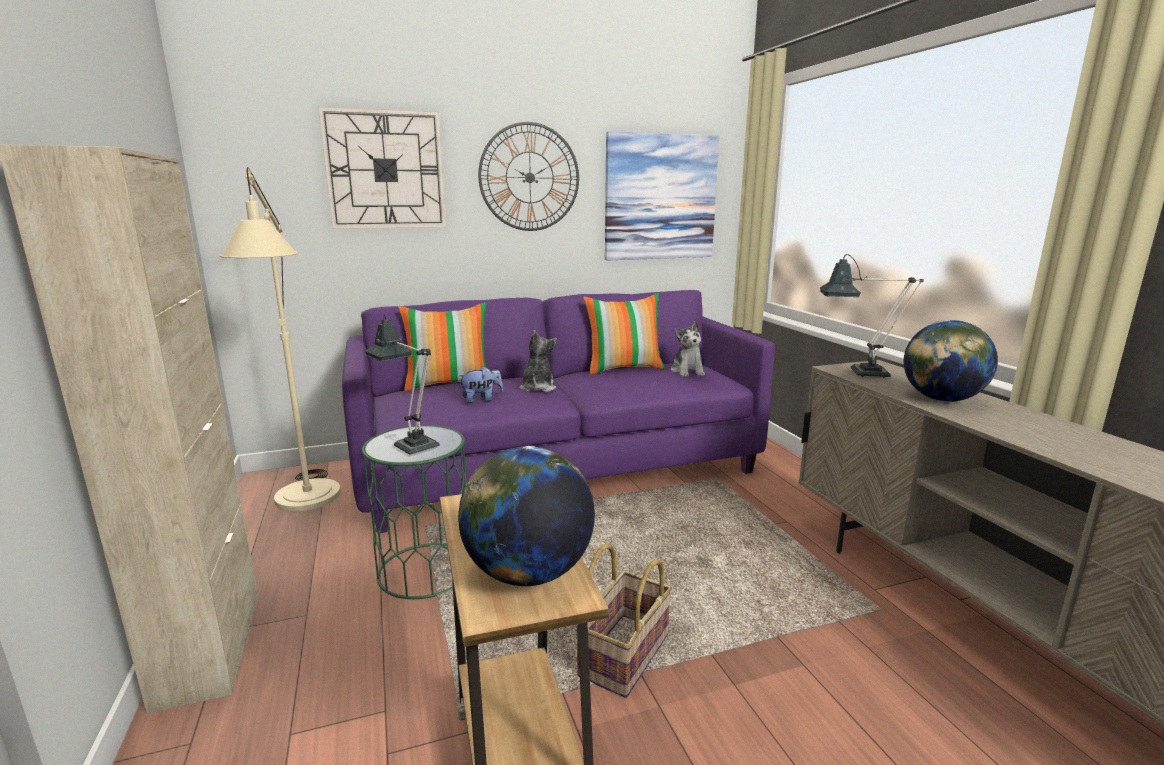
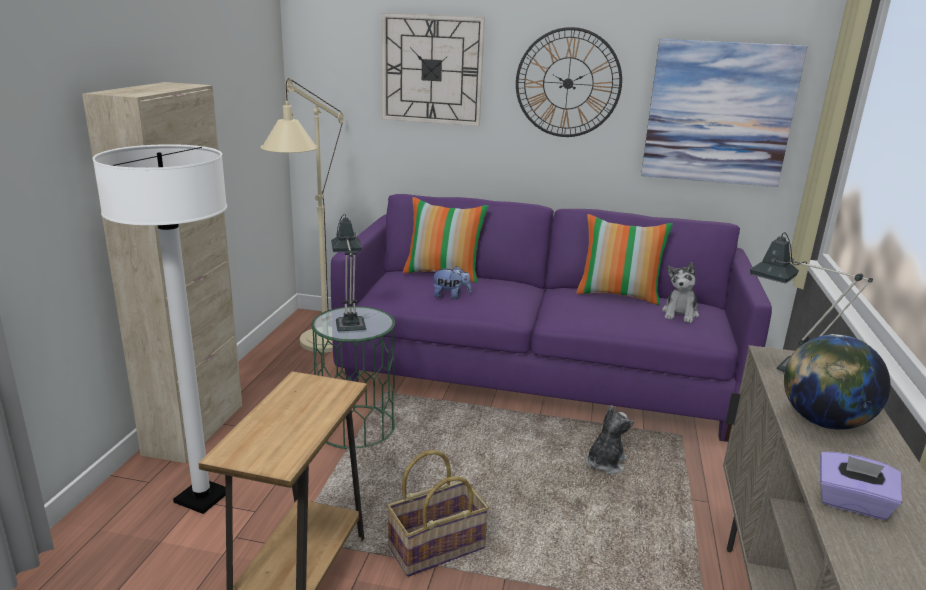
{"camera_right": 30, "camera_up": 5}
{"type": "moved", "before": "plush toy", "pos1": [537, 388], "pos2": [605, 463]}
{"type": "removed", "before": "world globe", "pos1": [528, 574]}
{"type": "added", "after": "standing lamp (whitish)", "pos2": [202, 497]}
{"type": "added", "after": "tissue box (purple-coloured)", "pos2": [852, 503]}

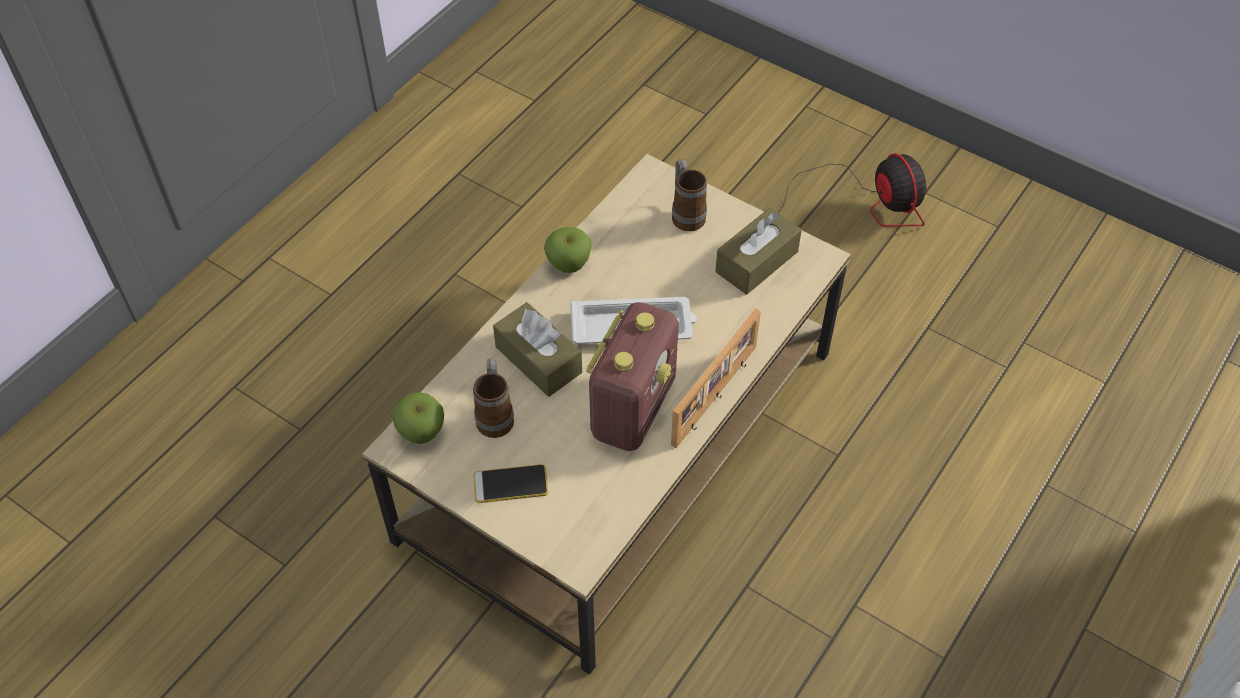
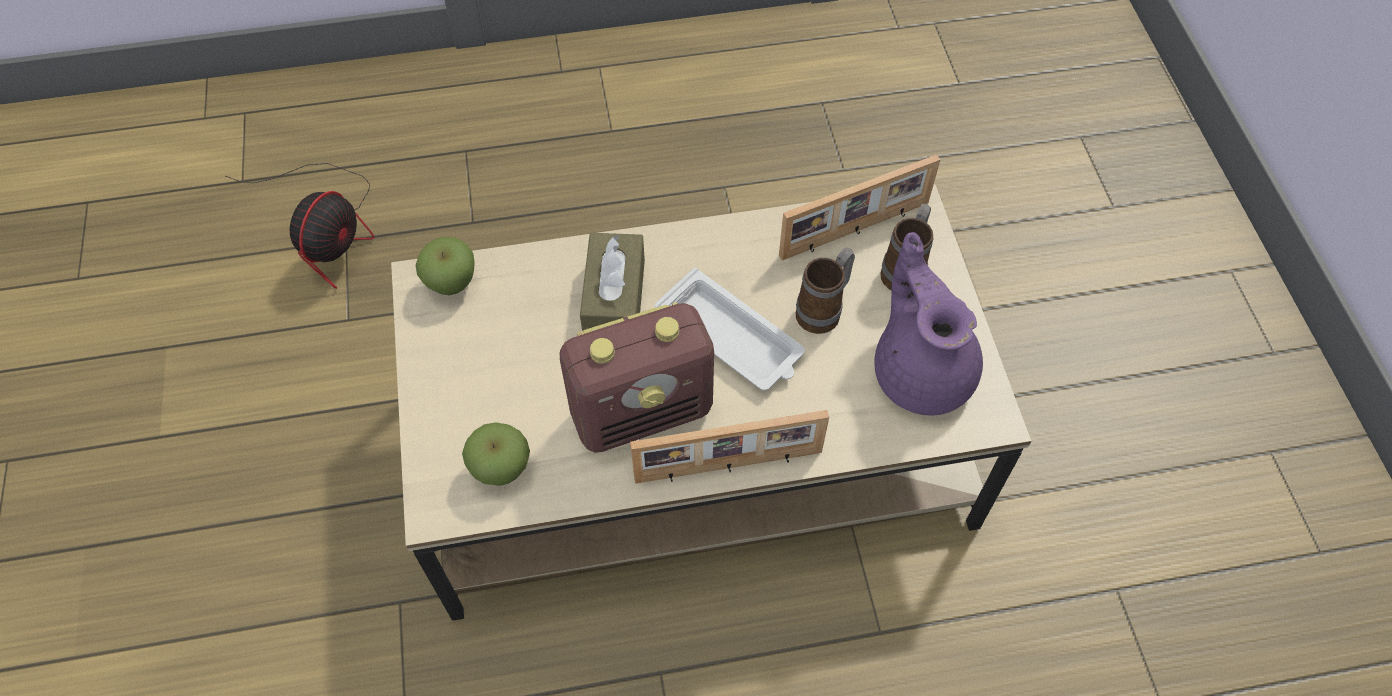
{"camera_right": 45, "camera_up": 5}
{"type": "moved", "before": "fan", "pos1": [863, 204], "pos2": [328, 230]}
{"type": "replaced", "before": "tissue box (brown)", "after": "teapot (purple-coloured)", "pos1": [756, 262], "pos2": [921, 370]}
{"type": "moved", "before": "whole apple", "pos1": [568, 265], "pos2": [501, 469]}
{"type": "moved", "before": "tea mug", "pos1": [495, 415], "pos2": [824, 310]}
{"type": "removed", "before": "phone", "pos1": [510, 484]}
{"type": "added", "after": "picture frame", "pos2": [856, 231]}

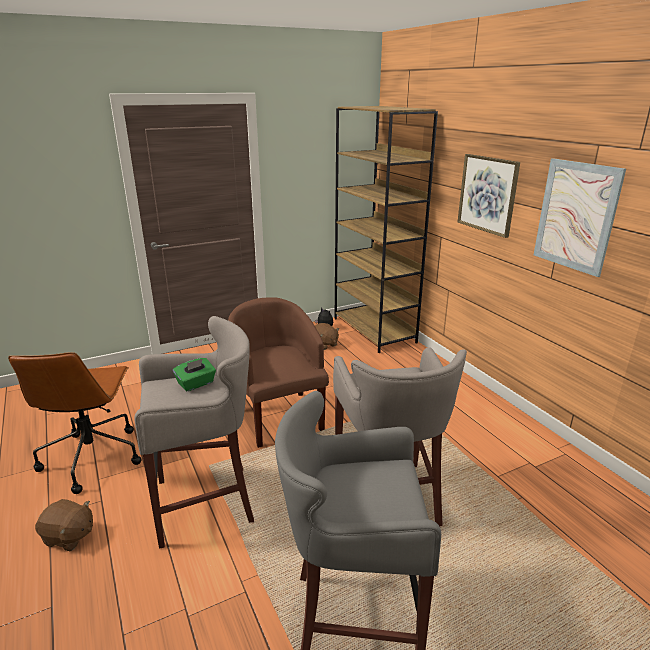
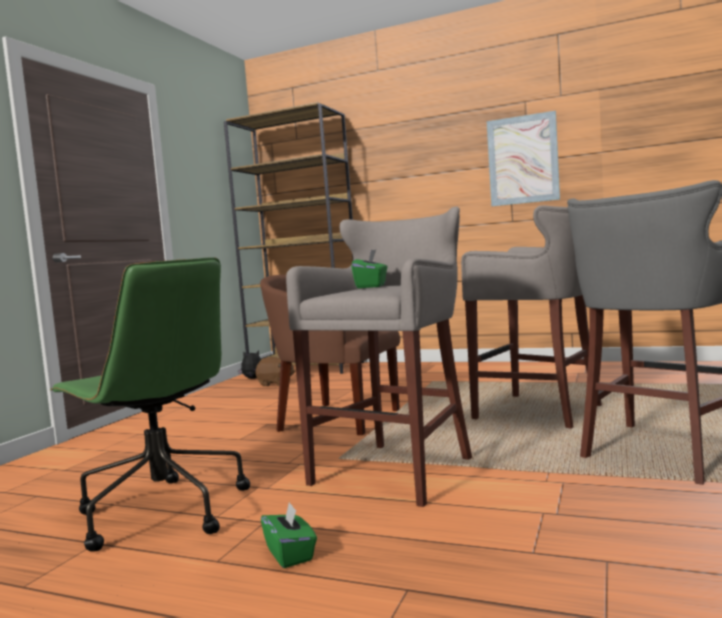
{"camera_right": -40, "camera_up": -20}
{"type": "removed", "before": "wall picture", "pos1": [487, 194]}
{"type": "recoloured", "before": "computer chair (brown)", "after": "computer chair (green-coloured)", "pos1": [92, 456], "pos2": [161, 511]}
{"type": "replaced", "before": "plush toy (brown)", "after": "tissue box (green-coloured)", "pos1": [69, 536], "pos2": [290, 554]}

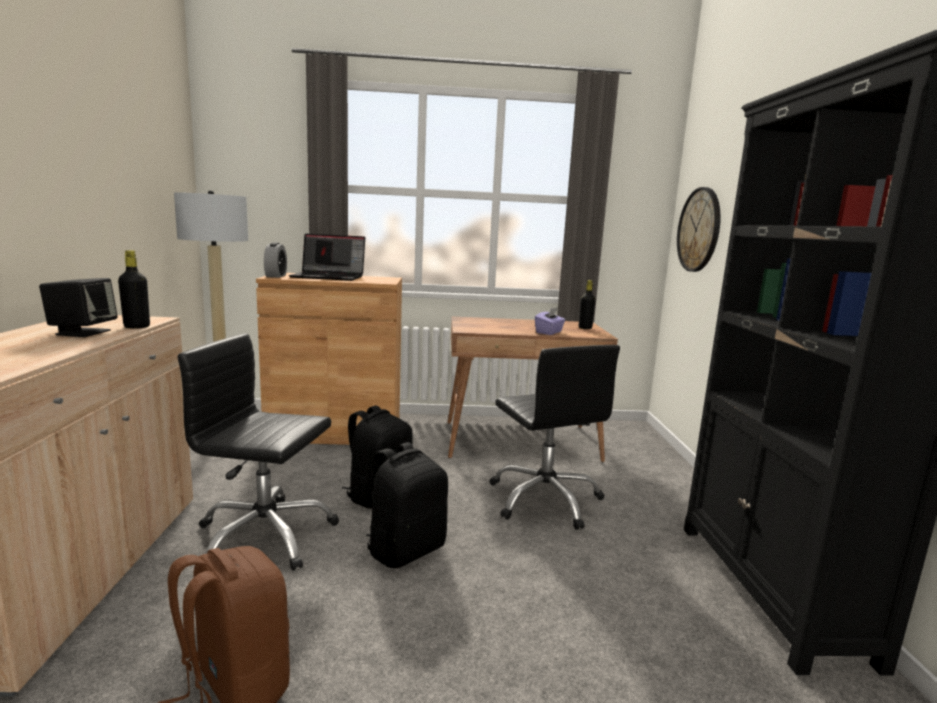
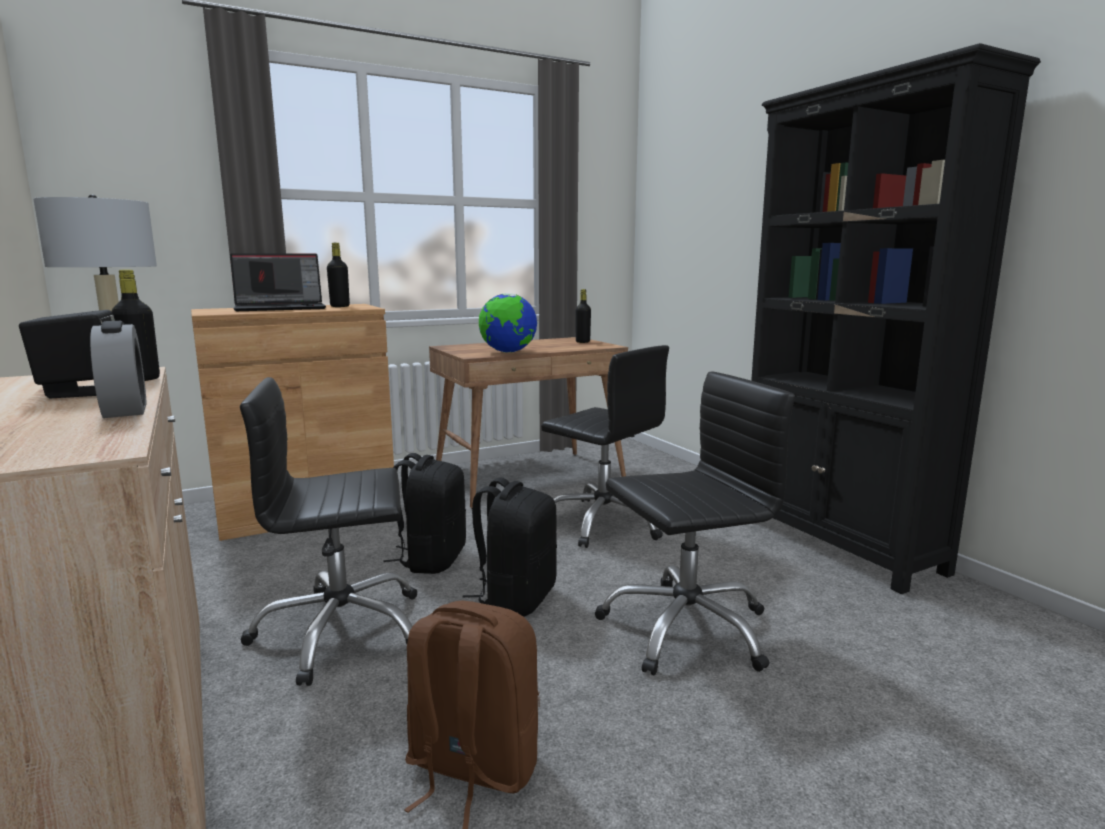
{"camera_right": -25, "camera_up": 0}
{"type": "removed", "before": "clock on the wall", "pos1": [699, 230]}
{"type": "moved", "before": "table clock", "pos1": [276, 276], "pos2": [125, 410]}
{"type": "removed", "before": "tissue box (purple-coloured)", "pos1": [549, 332]}
{"type": "added", "after": "drink bottle (black-coloured)", "pos2": [340, 306]}
{"type": "added", "after": "world globe", "pos2": [508, 352]}
{"type": "added", "after": "computer chair (black-coloured)", "pos2": [685, 628]}

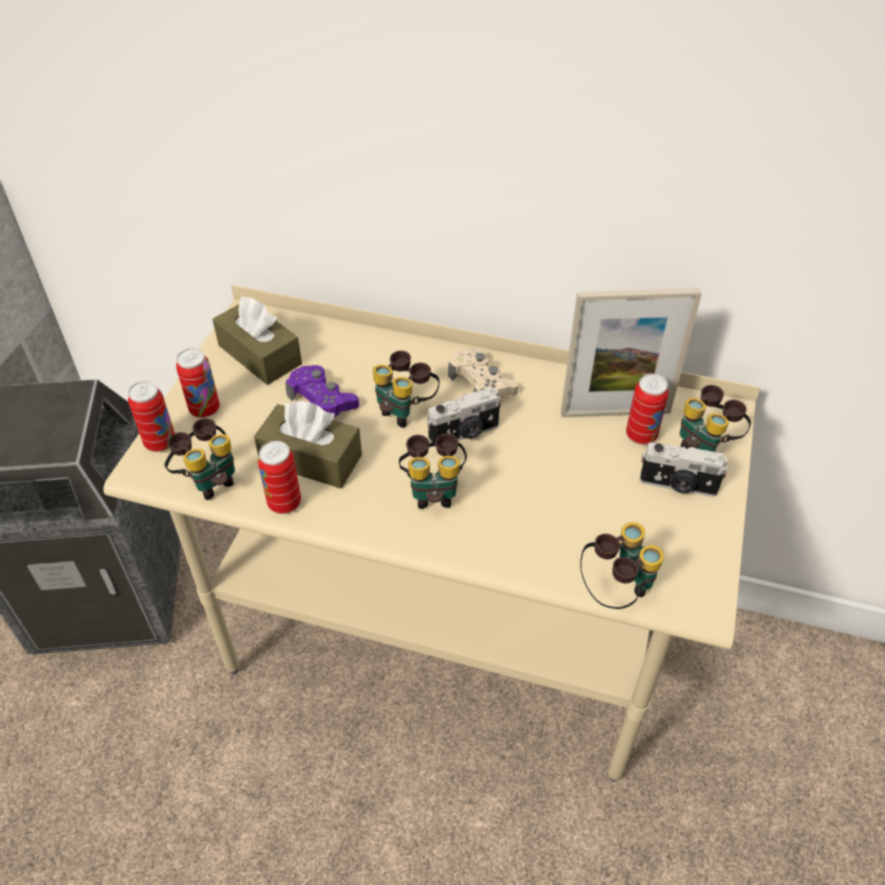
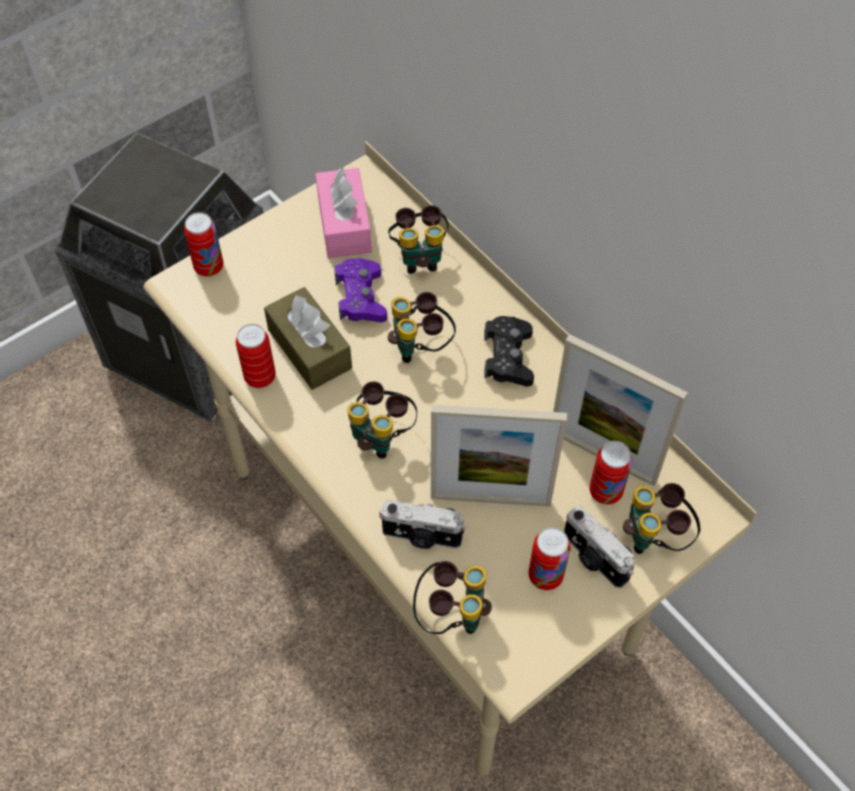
{"camera_right": 35, "camera_up": 10}
{"type": "recoloured", "before": "tissue box (brown)", "after": "tissue box (pinkish)", "pos1": [260, 355], "pos2": [344, 224]}
{"type": "moved", "before": "sealed can", "pos1": [205, 409], "pos2": [545, 576]}
{"type": "recoloured", "before": "game controller (sand-coloured)", "after": "game controller (black-coloured)", "pos1": [481, 383], "pos2": [508, 357]}
{"type": "moved", "before": "still camera", "pos1": [465, 434], "pos2": [422, 537]}
{"type": "moved", "before": "field glasses", "pos1": [209, 480], "pos2": [419, 257]}
{"type": "added", "after": "picture frame", "pos2": [490, 499]}

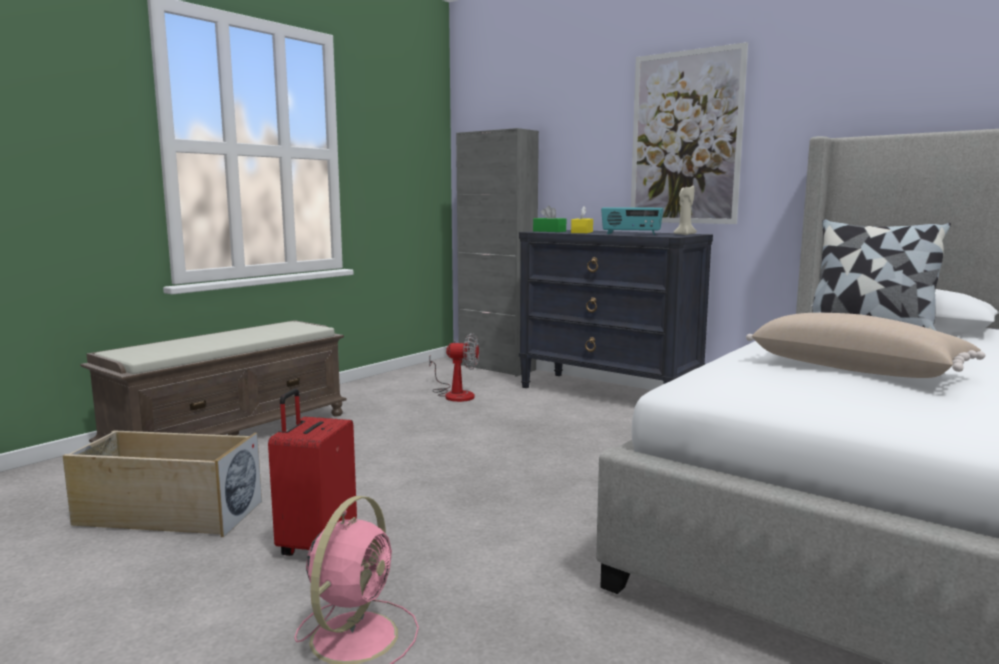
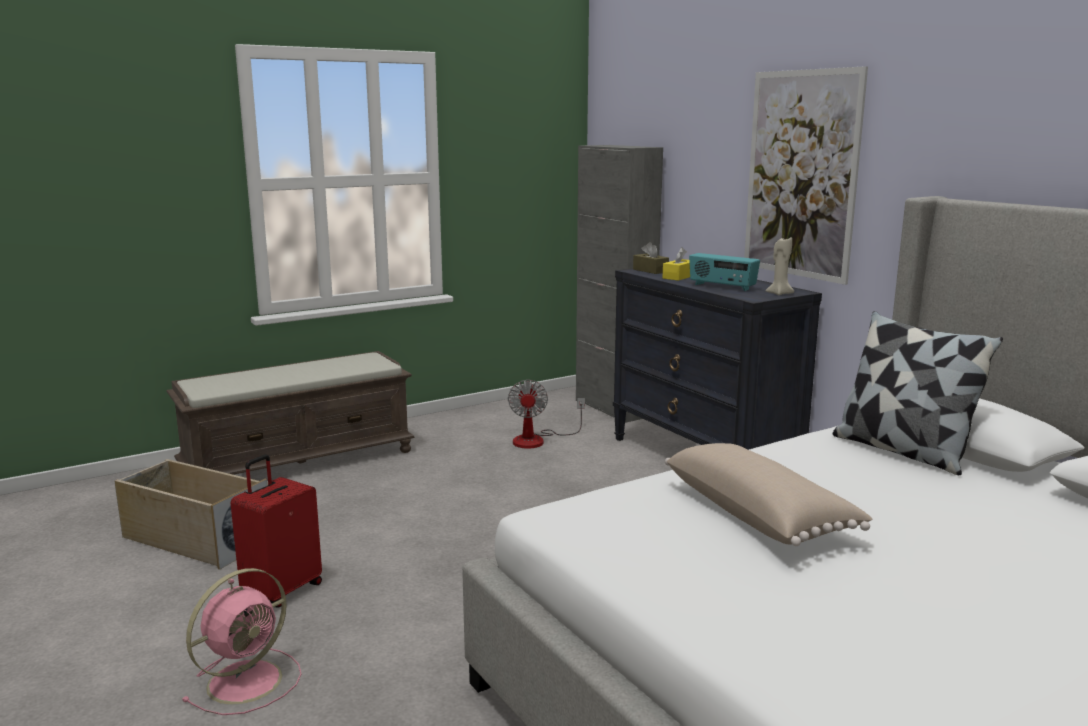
{"camera_right": 20, "camera_up": 5}
{"type": "recoloured", "before": "tissue box (green-coloured)", "after": "tissue box (brown)", "pos1": [549, 231], "pos2": [650, 270]}
{"type": "turned", "before": "fan", "pos1": [455, 394], "pos2": [537, 440], "turn": 60}

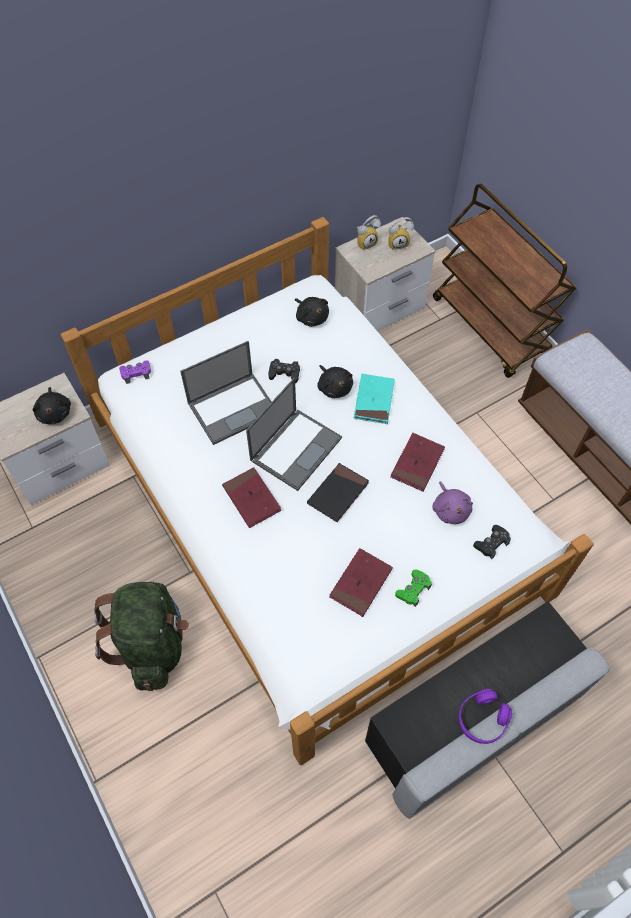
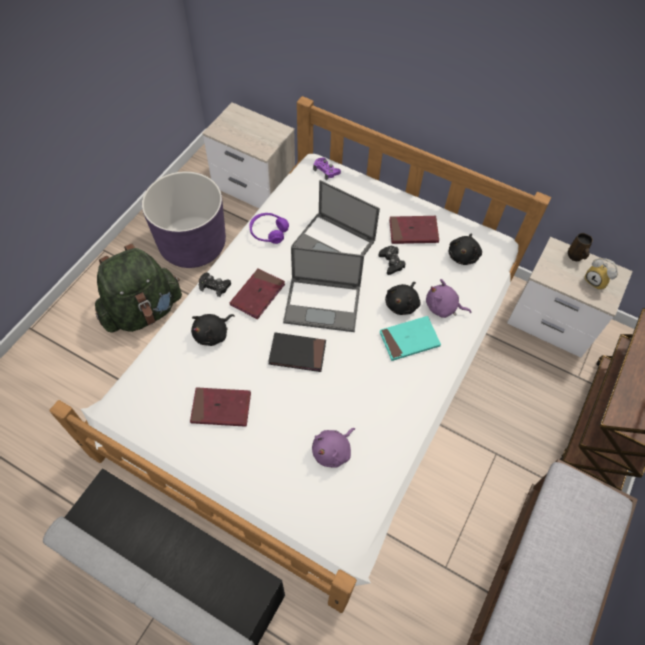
{"camera_right": 60, "camera_up": 0}
{"type": "replaced", "before": "table clock", "after": "tea mug (brown)", "pos1": [366, 242], "pos2": [575, 256]}
{"type": "moved", "before": "plush toy (black-coloured)", "pos1": [55, 412], "pos2": [213, 334]}
{"type": "moved", "before": "volume (red)", "pos1": [417, 463], "pos2": [413, 231]}
{"type": "moved", "before": "game controller (black-coloured)", "pos1": [491, 543], "pos2": [214, 286]}
{"type": "removed", "before": "game controller (green-coloured)", "pos1": [413, 589]}
{"type": "moved", "before": "pair of headphones (purple-coloured)", "pos1": [482, 719], "pos2": [268, 232]}
{"type": "added", "after": "flower pot (purple-coloured)", "pos2": [193, 245]}
{"type": "added", "after": "plush toy (purple-coloured)", "pos2": [443, 307]}

